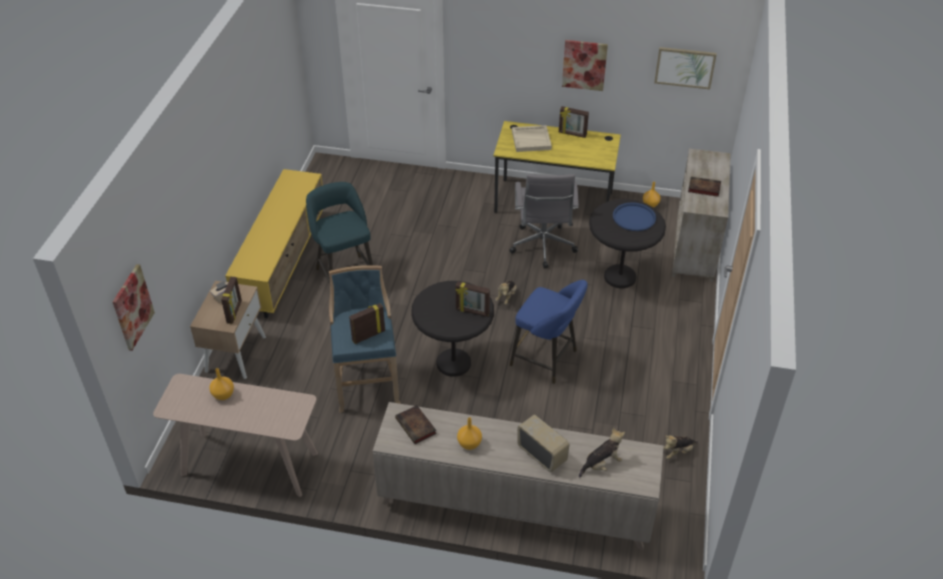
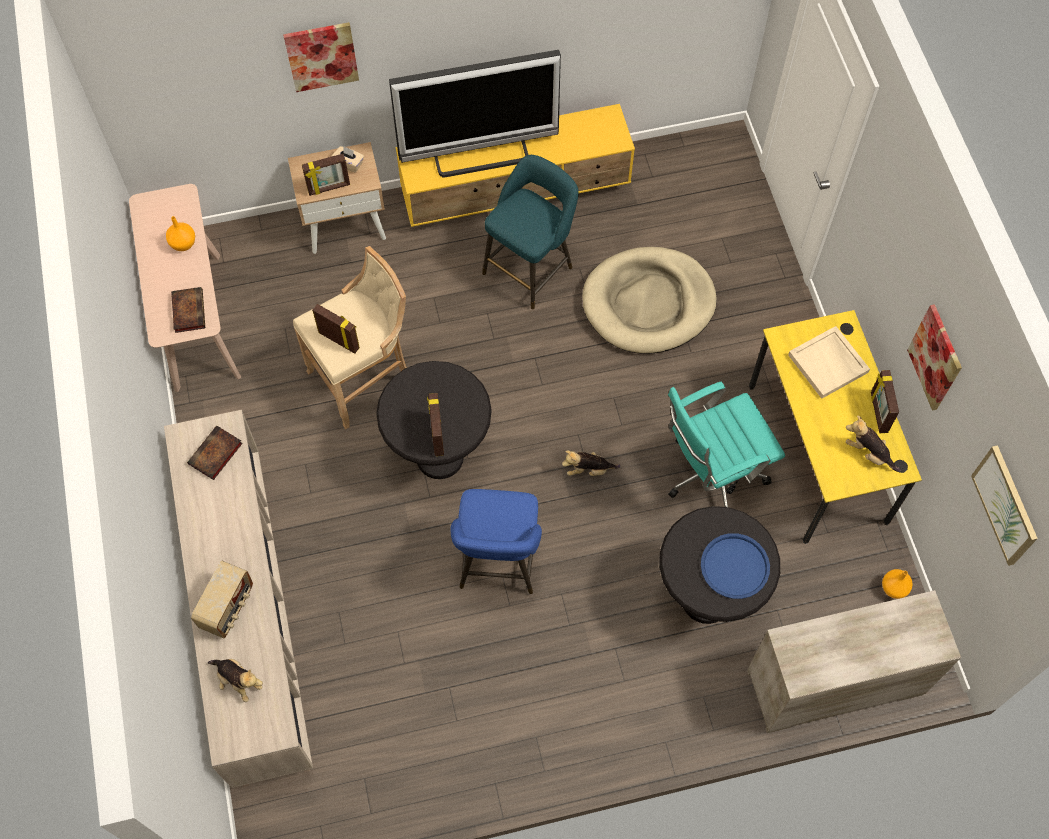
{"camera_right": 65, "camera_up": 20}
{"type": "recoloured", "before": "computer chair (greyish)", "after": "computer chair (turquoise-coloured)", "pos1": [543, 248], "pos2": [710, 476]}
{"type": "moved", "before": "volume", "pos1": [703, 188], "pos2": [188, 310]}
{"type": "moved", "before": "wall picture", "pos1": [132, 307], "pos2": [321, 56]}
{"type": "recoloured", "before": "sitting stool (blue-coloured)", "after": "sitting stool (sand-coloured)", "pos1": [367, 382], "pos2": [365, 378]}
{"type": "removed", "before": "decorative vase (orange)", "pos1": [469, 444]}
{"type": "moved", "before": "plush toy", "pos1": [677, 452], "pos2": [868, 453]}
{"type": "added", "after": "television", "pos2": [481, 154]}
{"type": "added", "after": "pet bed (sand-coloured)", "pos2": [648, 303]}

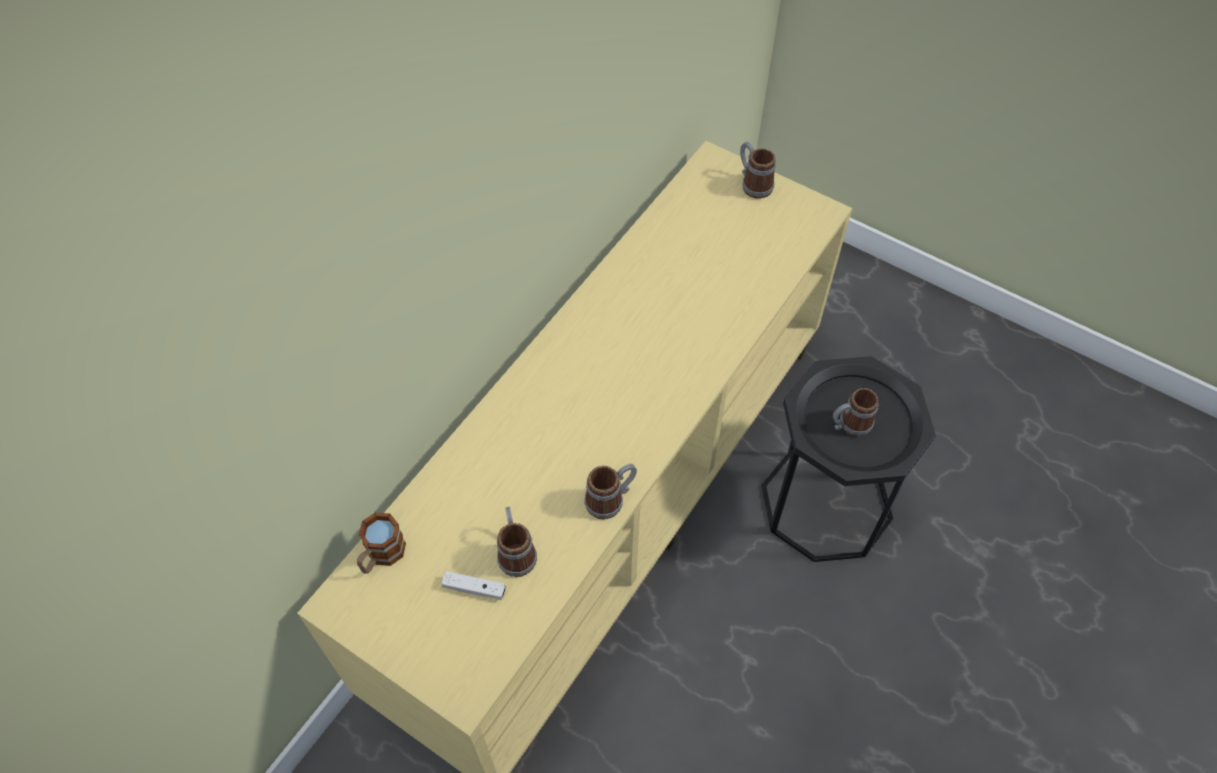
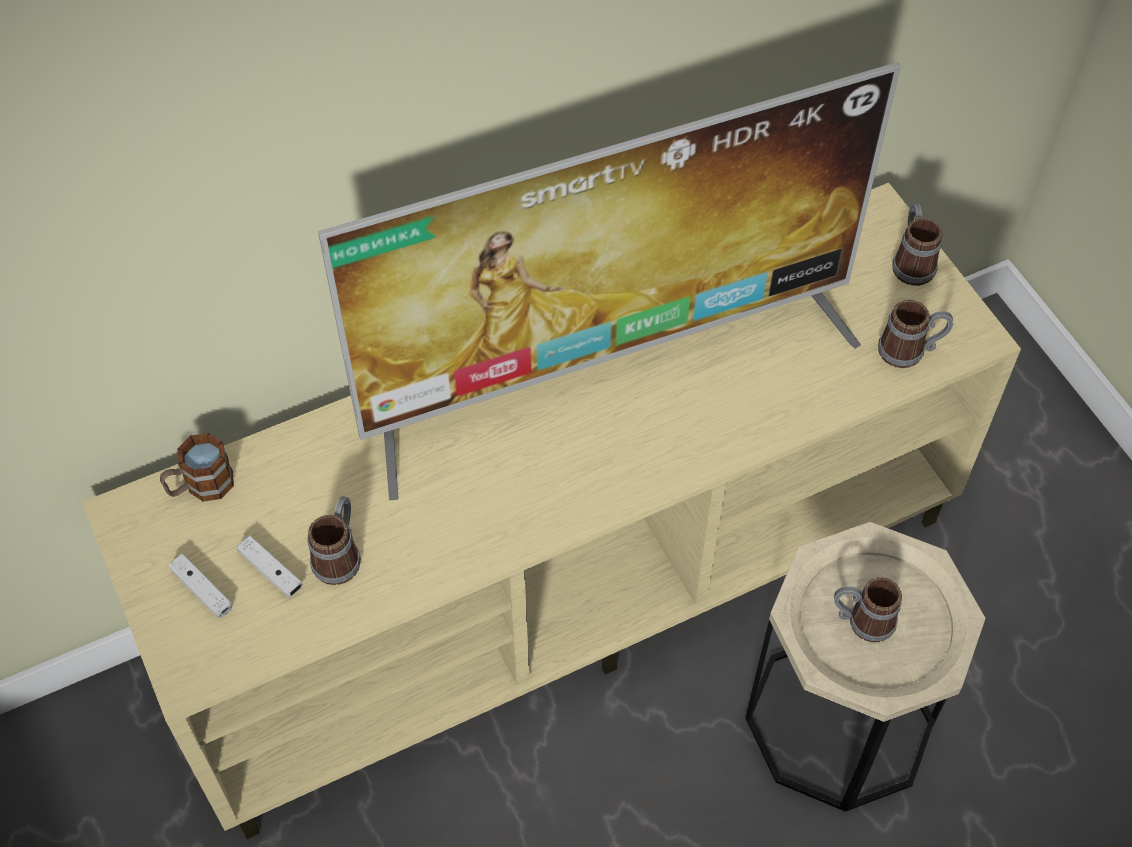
{"camera_right": 30, "camera_up": 0}
{"type": "recoloured", "before": "end table (black-coloured)", "after": "end table (sand-coloured)", "pos1": [826, 503], "pos2": [839, 720]}
{"type": "moved", "before": "tea mug", "pos1": [610, 499], "pos2": [910, 350]}
{"type": "added", "after": "television", "pos2": [609, 370]}
{"type": "added", "after": "game controller (whitish)", "pos2": [202, 590]}

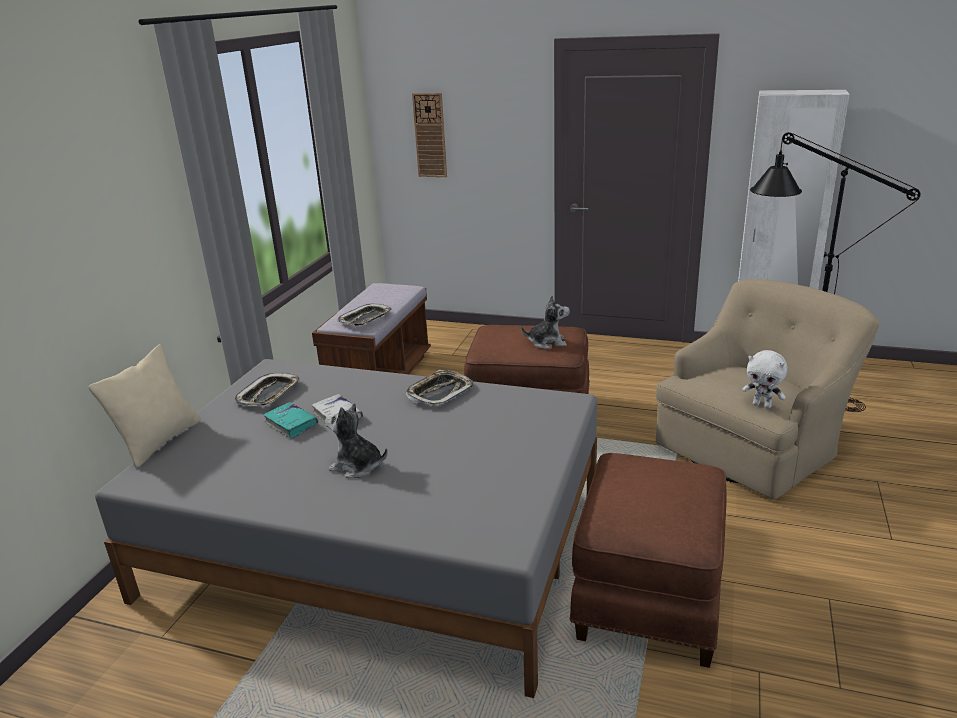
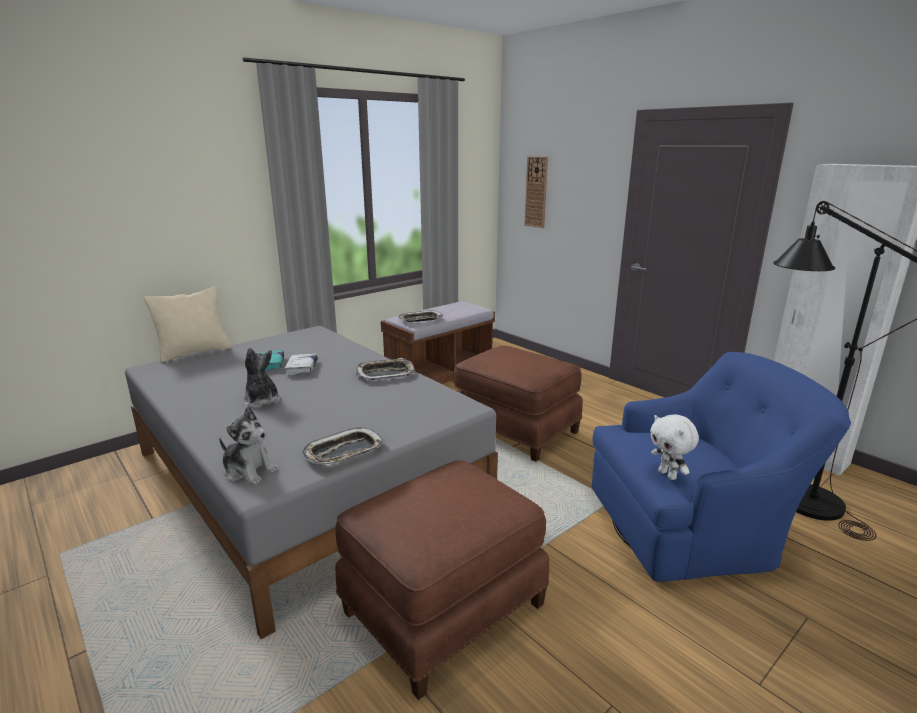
{"camera_right": 30, "camera_up": -5}
{"type": "recoloured", "before": "armchair (sand-coloured)", "after": "armchair (blue-coloured)", "pos1": [753, 446], "pos2": [693, 526]}
{"type": "moved", "before": "plush toy", "pos1": [547, 343], "pos2": [249, 471]}
{"type": "moved", "before": "serving tray", "pos1": [269, 394], "pos2": [344, 452]}

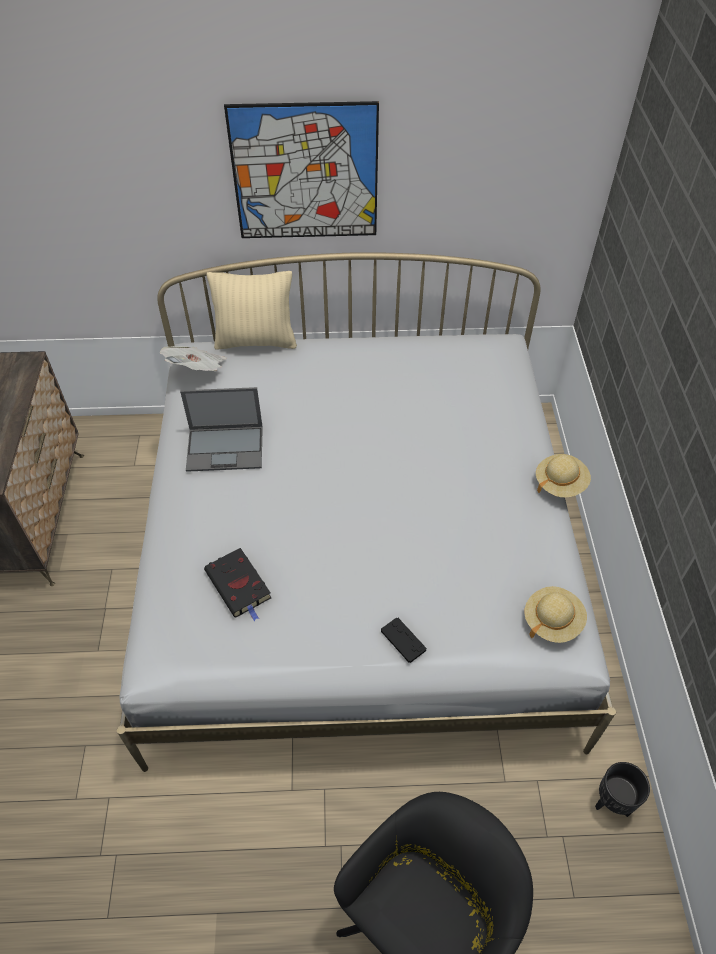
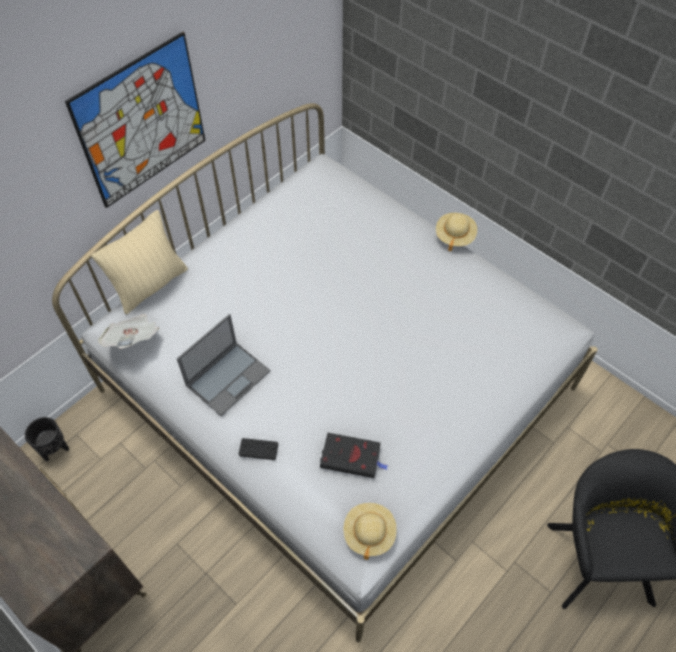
{"camera_right": -45, "camera_up": 5}
{"type": "moved", "before": "hat (sand-coloured)", "pos1": [552, 621], "pos2": [369, 533]}
{"type": "moved", "before": "game controller (black-coloured)", "pos1": [403, 640], "pos2": [258, 449]}
{"type": "moved", "before": "flower pot (black-coloured)", "pos1": [612, 803], "pos2": [55, 450]}

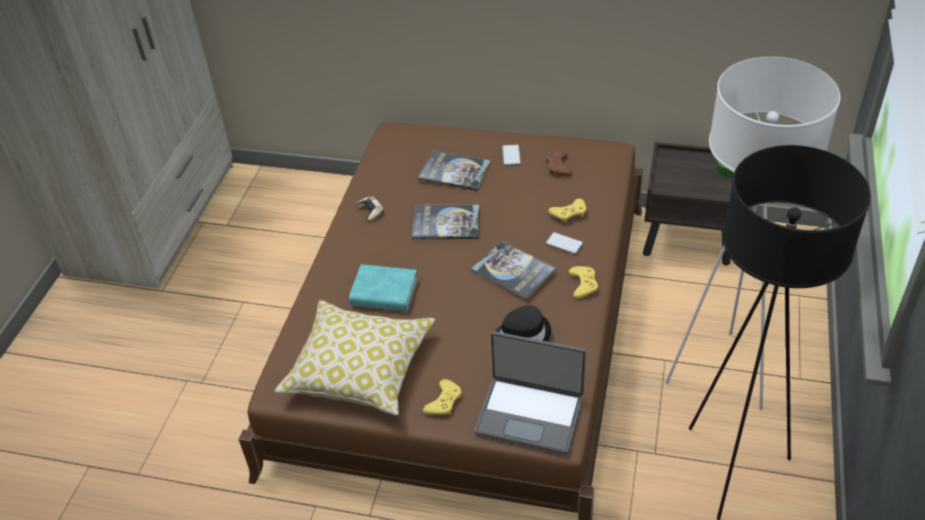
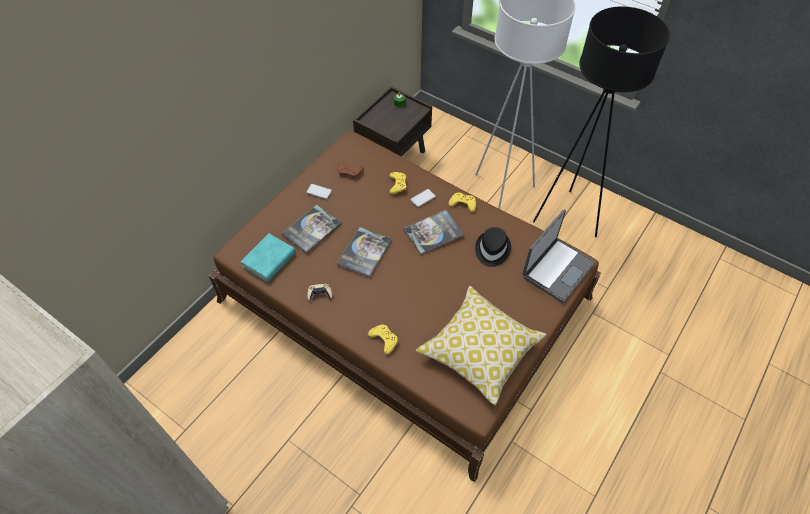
{"camera_right": -70, "camera_up": 10}
{"type": "moved", "before": "volume (turquoise-coloured)", "pos1": [384, 293], "pos2": [269, 260]}
{"type": "moved", "before": "game controller (yellowish)", "pos1": [444, 401], "pos2": [384, 339]}

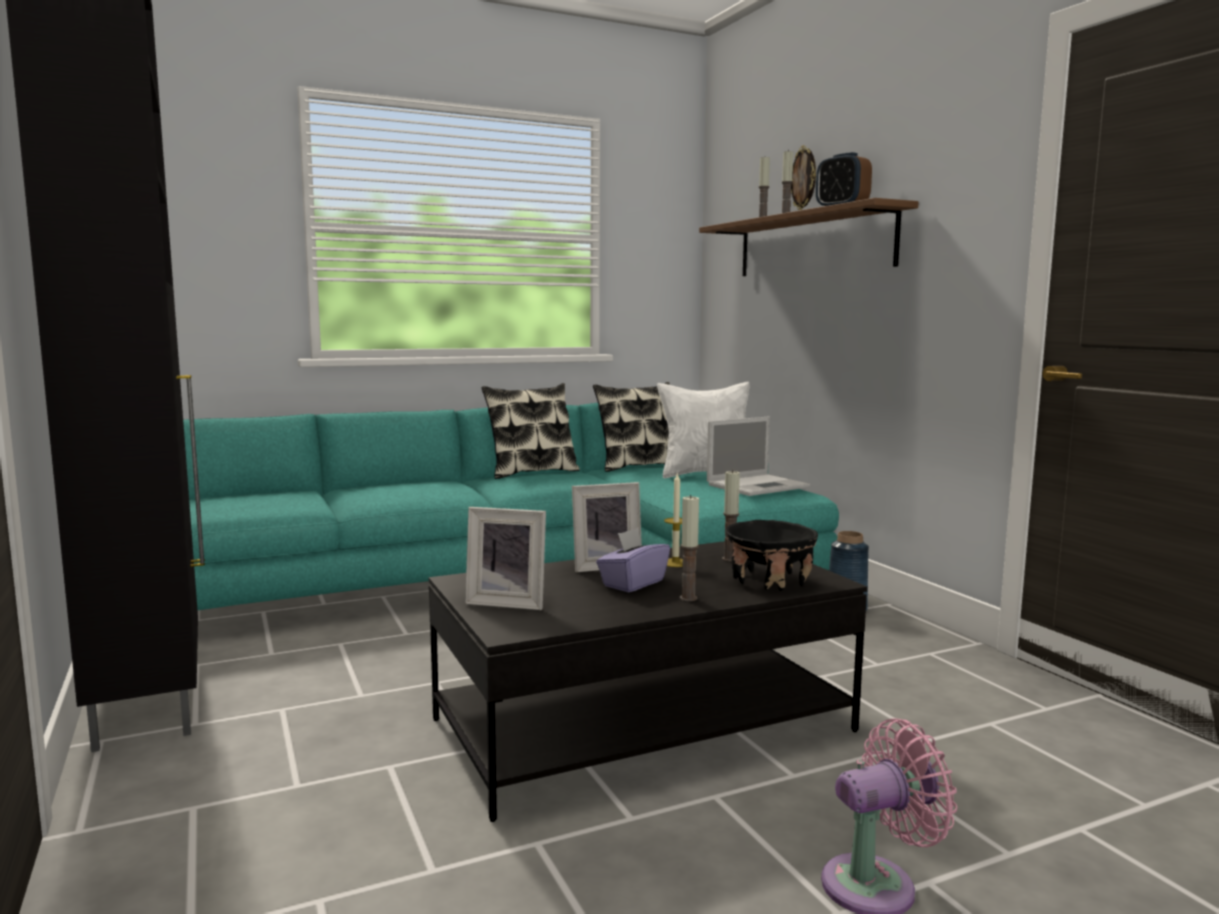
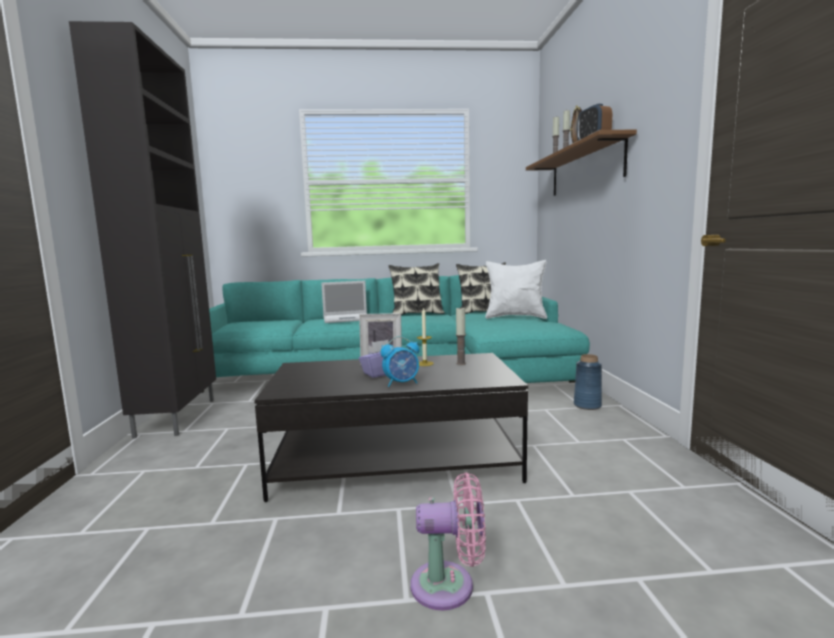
{"camera_right": 20, "camera_up": 0}
{"type": "moved", "before": "notebook computer", "pos1": [758, 486], "pos2": [347, 318]}
{"type": "replaced", "before": "candle", "after": "table clock", "pos1": [688, 598], "pos2": [402, 383]}
{"type": "removed", "before": "picture frame", "pos1": [508, 602]}
{"type": "removed", "before": "serving bowl (black-coloured)", "pos1": [769, 581]}

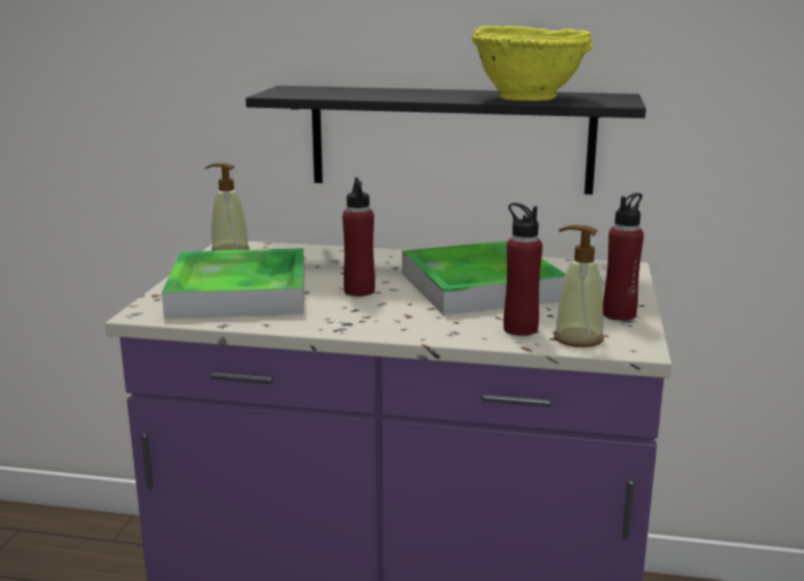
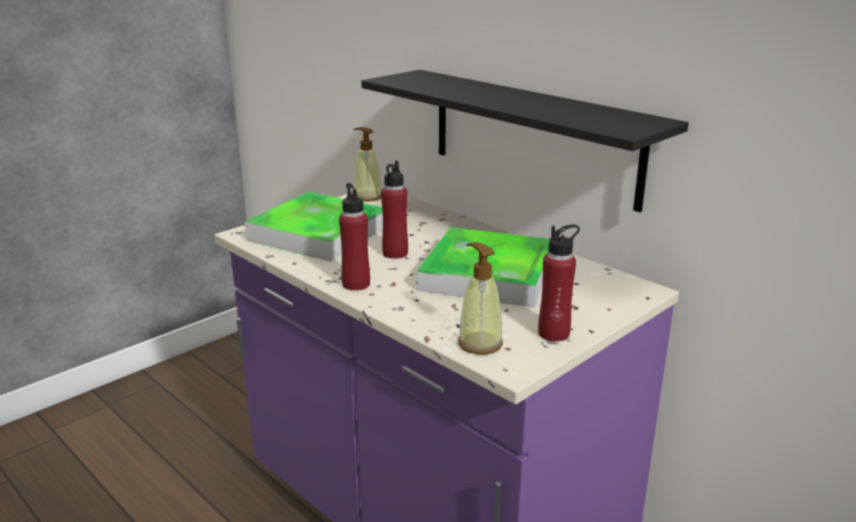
{"camera_right": 35, "camera_up": 5}
{"type": "removed", "before": "serving bowl (yellowish)", "pos1": [530, 97]}
{"type": "moved", "before": "drink bottle (red)", "pos1": [520, 329], "pos2": [356, 284]}

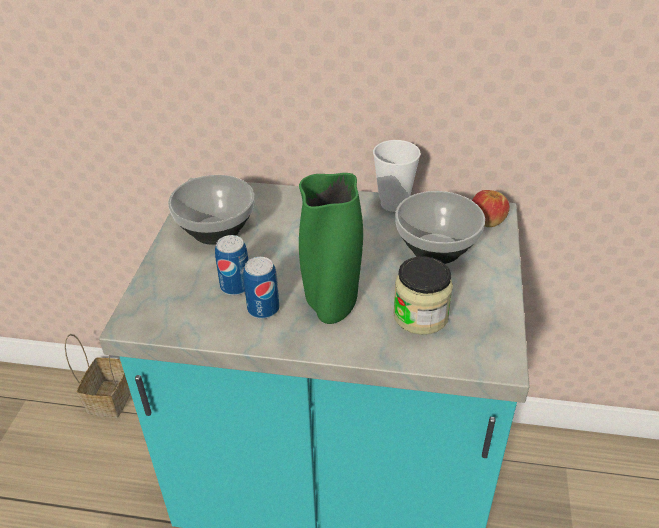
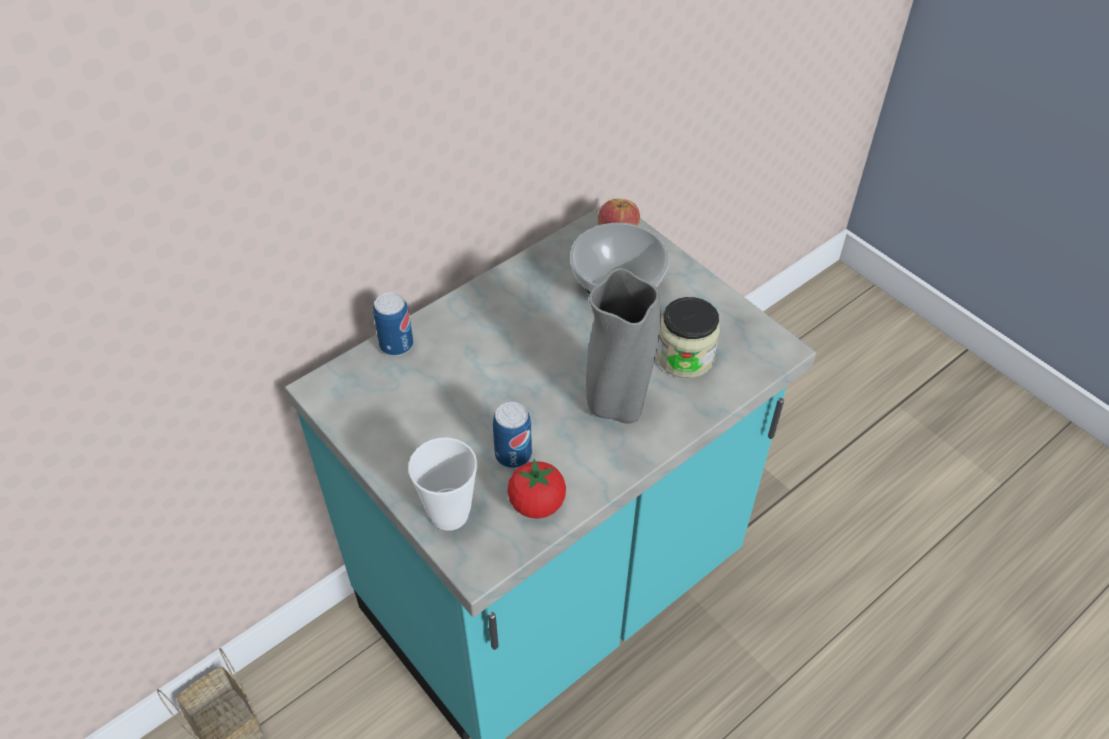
{"camera_right": -50, "camera_up": 10}
{"type": "moved", "before": "drinking cup", "pos1": [393, 204], "pos2": [449, 514]}
{"type": "recoloured", "before": "decorative vase (green-coloured)", "after": "decorative vase (greyish)", "pos1": [332, 308], "pos2": [616, 406]}
{"type": "removed", "before": "serving bowl", "pos1": [217, 230]}
{"type": "moved", "before": "sealed can", "pos1": [263, 309], "pos2": [396, 345]}
{"type": "added", "after": "tomato", "pos2": [537, 503]}

